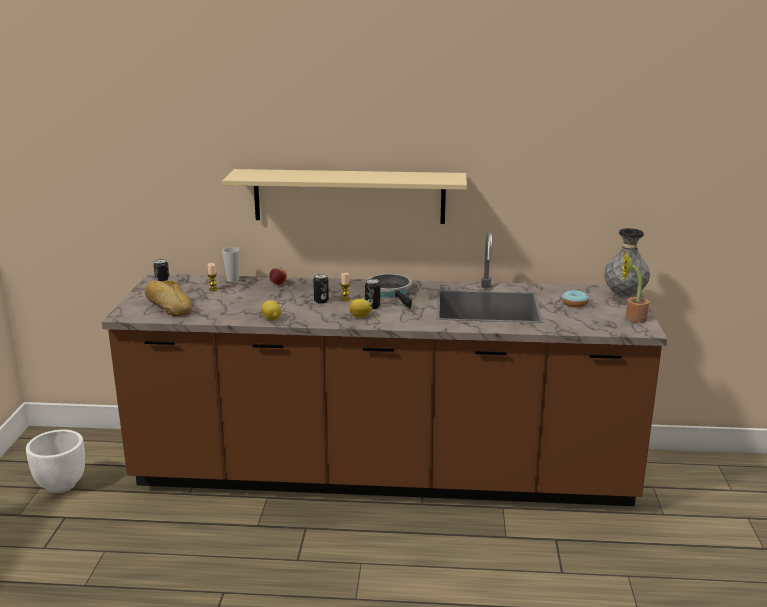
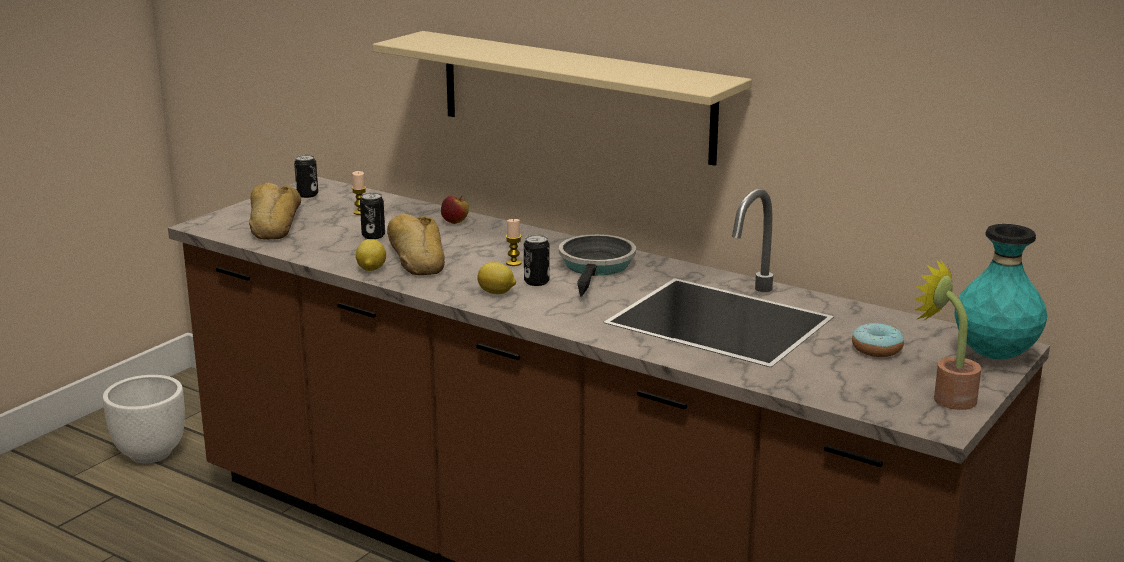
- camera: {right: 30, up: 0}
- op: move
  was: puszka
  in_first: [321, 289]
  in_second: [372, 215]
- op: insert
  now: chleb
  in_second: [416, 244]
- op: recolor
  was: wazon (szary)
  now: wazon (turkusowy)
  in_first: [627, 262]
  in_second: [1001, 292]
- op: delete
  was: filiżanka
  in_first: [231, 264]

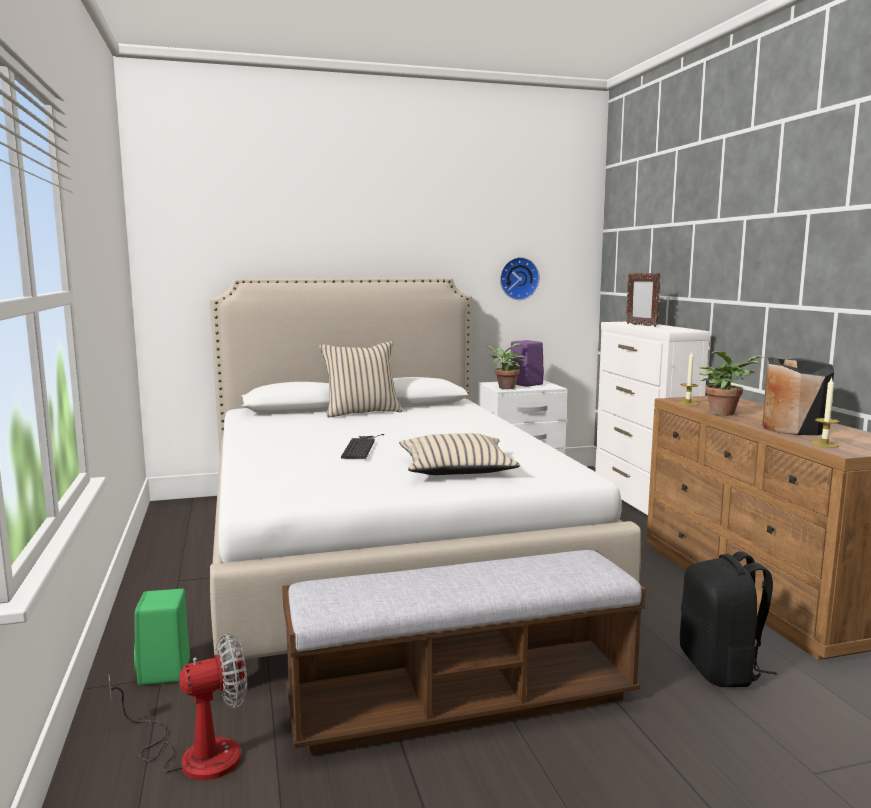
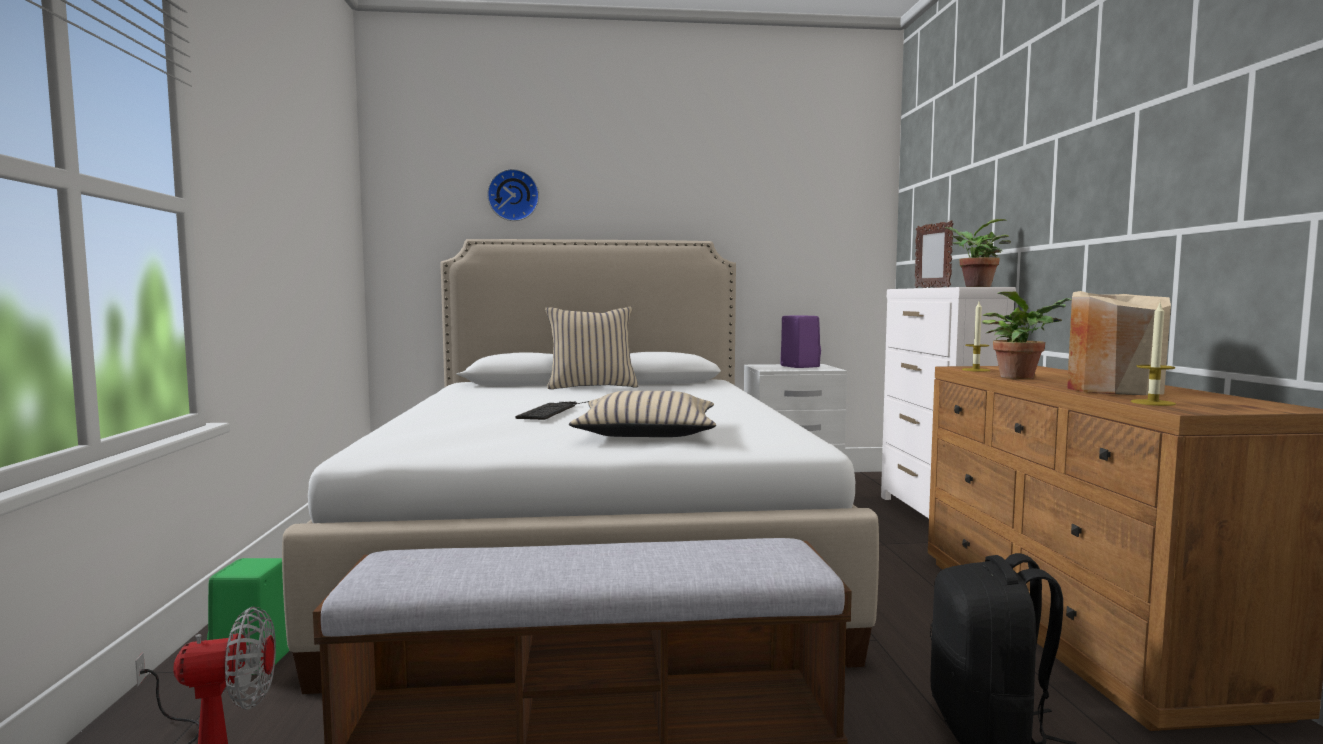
- camera: {right: 10, up: -5}
- op: move
  was: zegar ścienny
  in_first: [520, 278]
  in_second: [513, 195]
- op: move
  was: roślina doniczkowa
  in_first: [506, 366]
  in_second: [978, 253]
- op: recolor
  was: wazon (czarny)
  now: wazon (beżowy)
  in_first: [798, 396]
  in_second: [1119, 343]

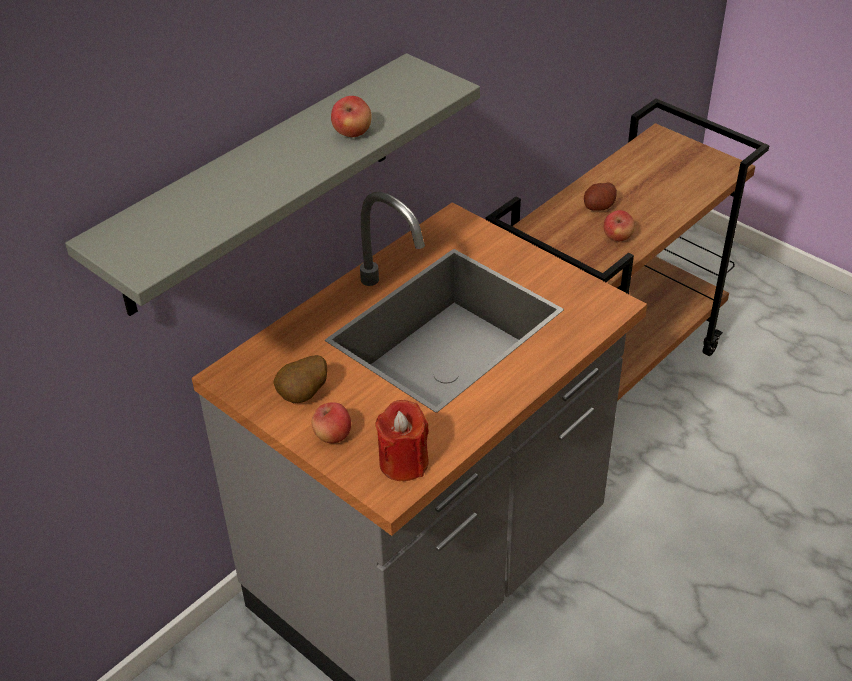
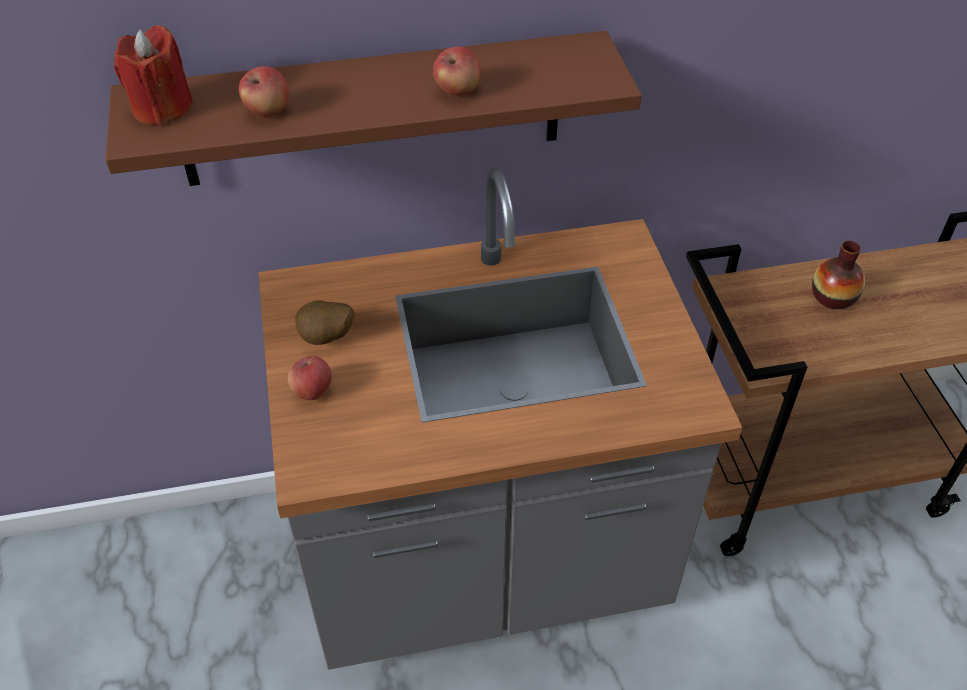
- camera: {right: 35, up: 5}
- op: recolor
  was: półka (szary)
  now: półka (brązowy)
  in_first: [272, 184]
  in_second: [373, 108]
- op: move
  was: świeca (czerwony)
  in_first: [402, 440]
  in_second: [153, 75]
- op: move
  was: jabłko
  in_first: [619, 225]
  in_second: [264, 91]
- op: replace
  was: ziemniak
  now: wazon
  in_first: [600, 197]
  in_second: [838, 275]

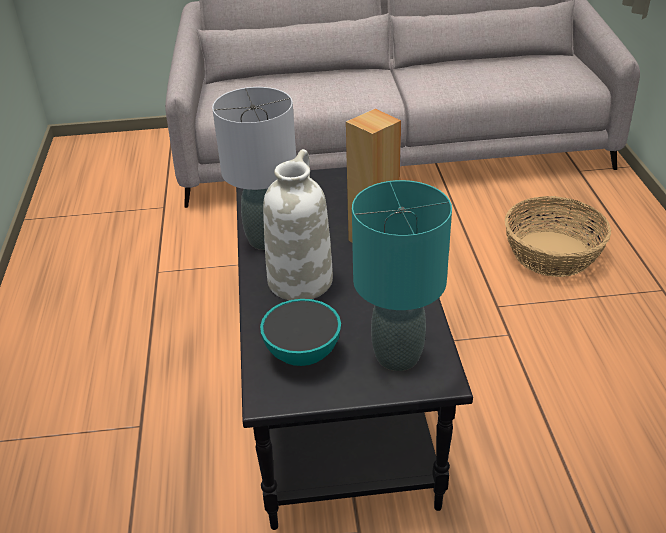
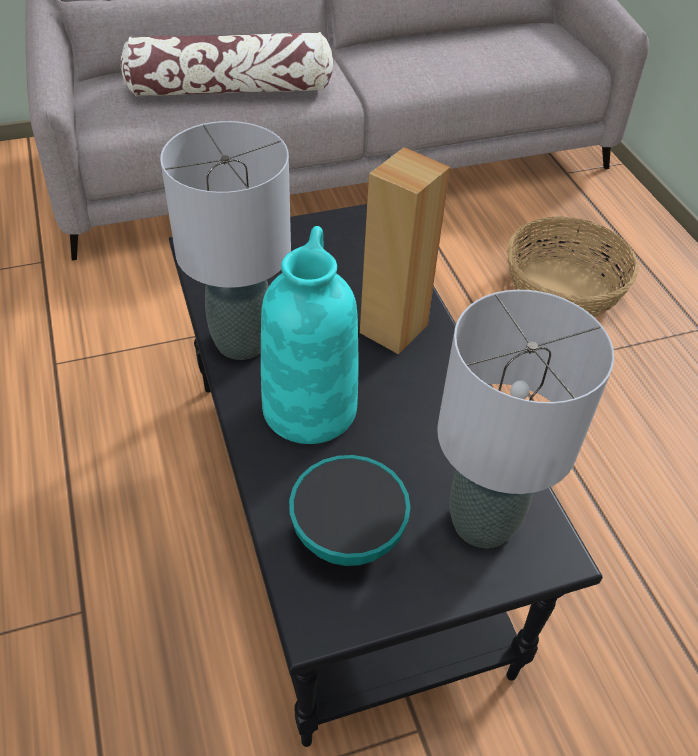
- camera: {right: -15, up: 10}
- op: insert
  now: poduszka
  in_second: [227, 64]
- op: recolor
  was: wazon (biały)
  now: wazon (turkusowy)
  in_first: [298, 224]
  in_second: [309, 335]
- op: recolor
  was: lampa stołowa (turkusowy)
  now: lampa stołowa (szary)
  in_first: [402, 275]
  in_second: [525, 419]

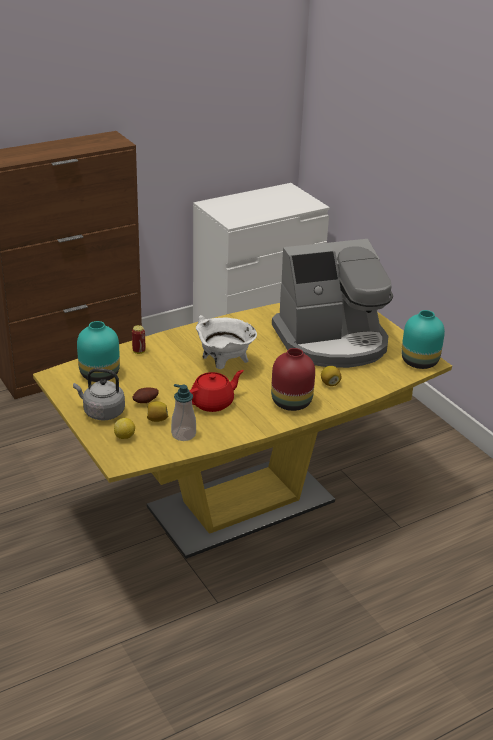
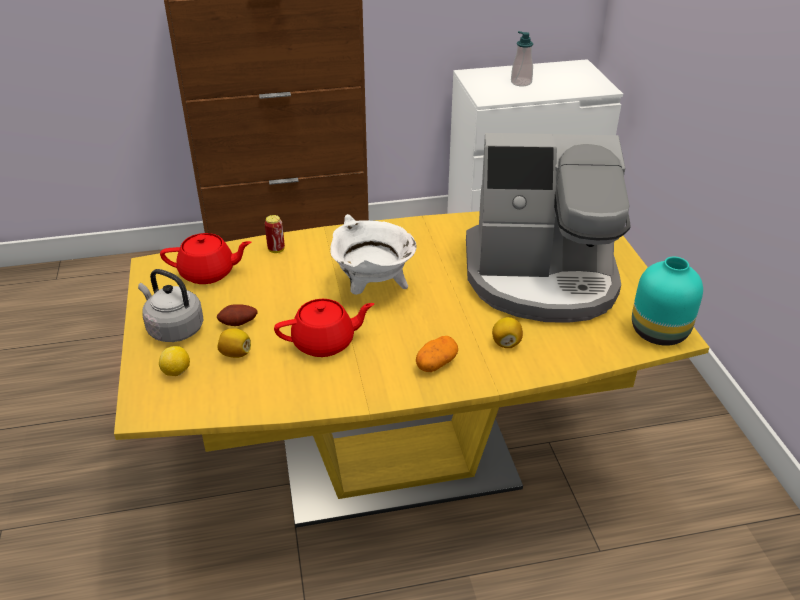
- camera: {right: 20, up: 5}
- op: replace
  was: wazon (turkusowy)
  now: imbryk (czerwony)
  in_first: [98, 351]
  in_second: [205, 258]
- op: replace
  was: wazon (czerwony)
  now: ziemniak
  in_first: [293, 379]
  in_second: [437, 354]
- op: move
  was: dozownik mydła
  in_first: [183, 412]
  in_second: [522, 58]

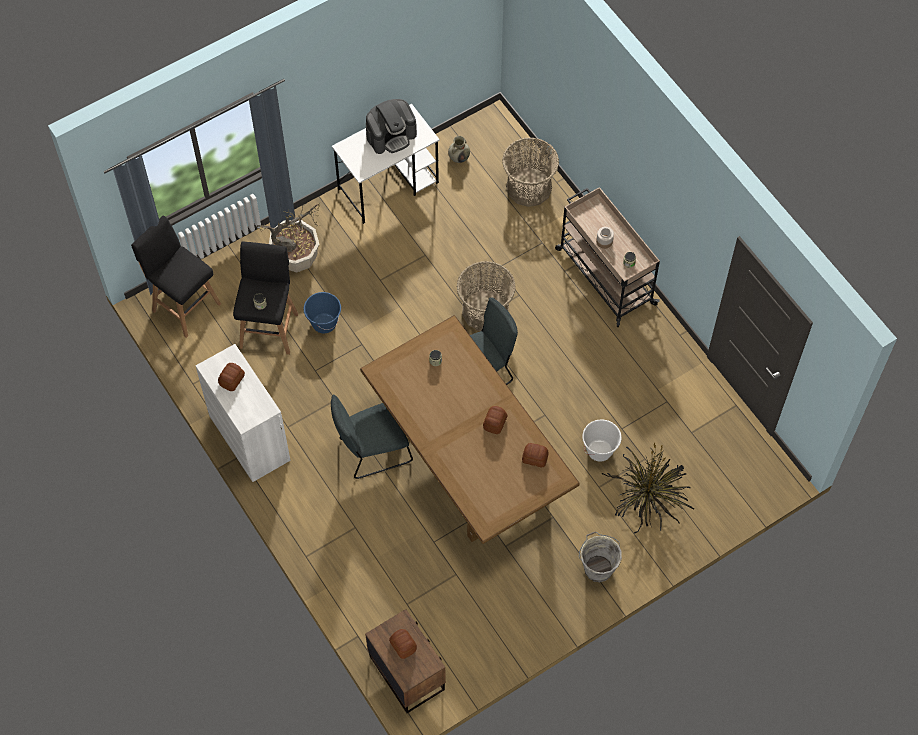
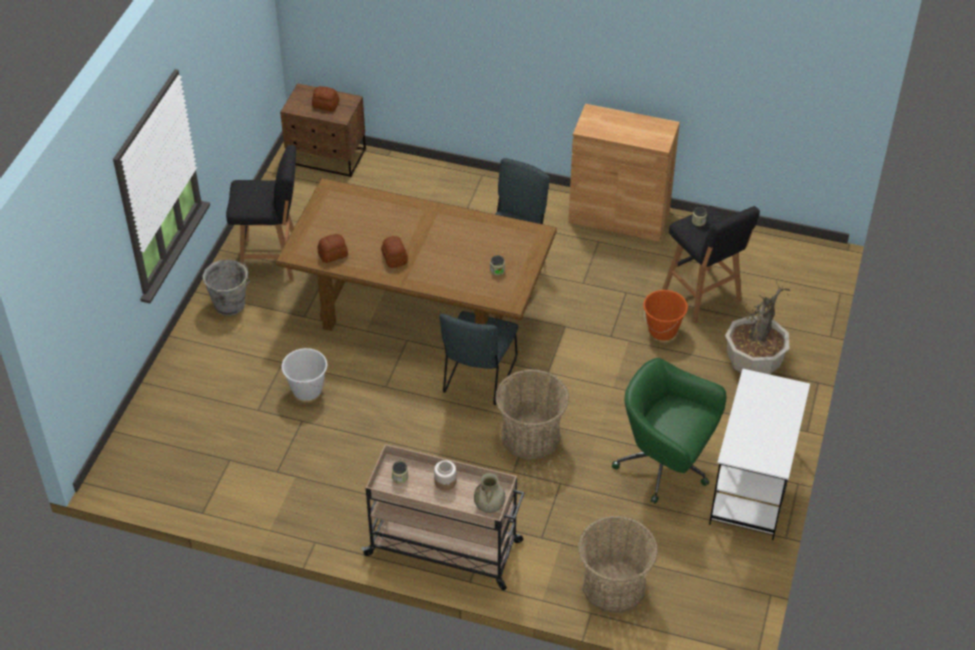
- camera: {right: 140, up: -15}
- op: move
  was: stołek (czarny)
  in_first: [176, 276]
  in_second: [261, 213]
- op: move
  was: wazon (beżowy)
  in_first: [459, 149]
  in_second: [489, 493]
- op: recolor
  was: szafka (biały)
  now: szafka (brązowy)
  in_first: [243, 413]
  in_second: [624, 173]
- op: insert
  now: krzesło biurowe (zielony)
  in_second: [669, 431]
- op: recolor
  was: wiadro (niebieski)
  now: wiadro (pomarańczowy)
  in_first: [322, 313]
  in_second: [665, 315]
- op: delete
  was: chleb
  in_first: [231, 377]
- op: delete
  was: ekspres do kawy
  in_first: [391, 126]
- op: delete
  was: roślina doniczkowa
  in_first: [647, 488]

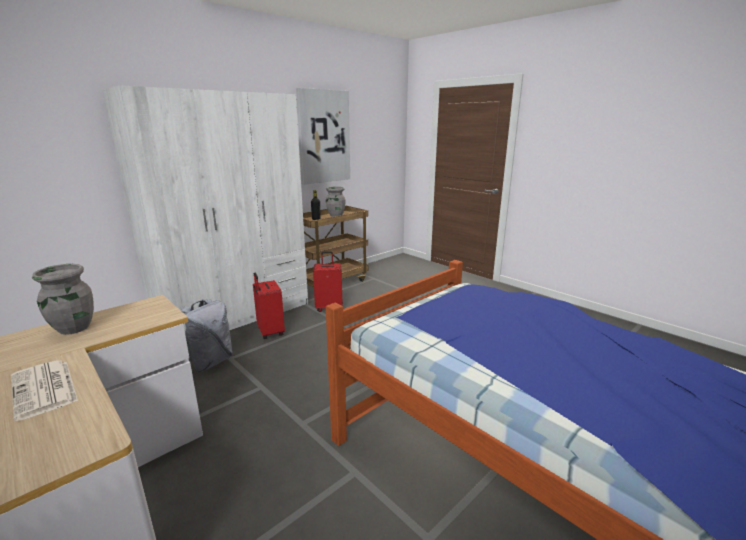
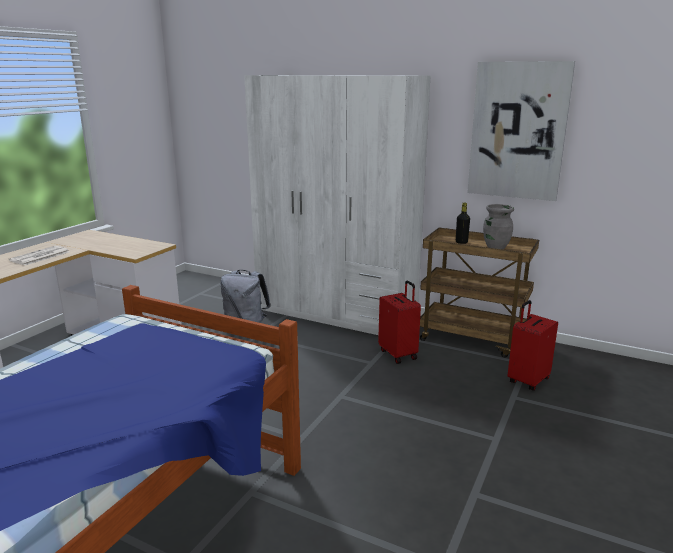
- camera: {right: 70, up: 0}
- op: move
  was: walizka (czerwony)
  in_first: [269, 306]
  in_second: [533, 345]
- op: delete
  was: wazon (szary)
  in_first: [63, 299]

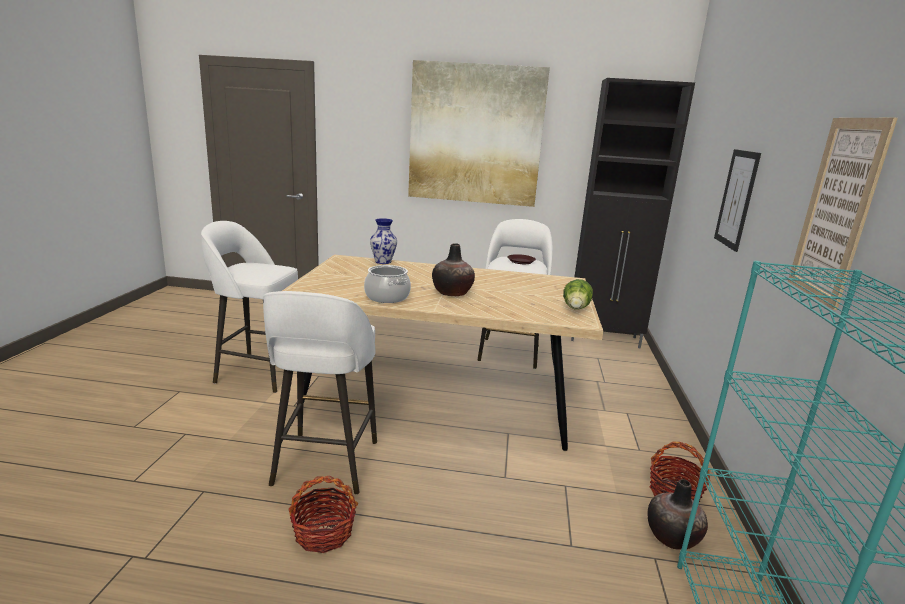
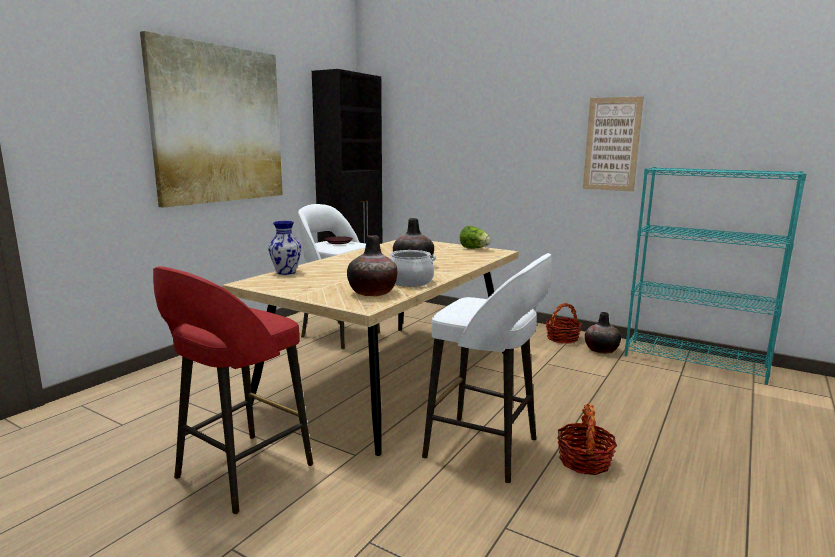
- camera: {right: -65, up: -5}
- op: recolor
  was: stołek (biały)
  now: stołek (czerwony)
  in_first: [249, 307]
  in_second: [233, 390]
- op: insert
  now: wazon
  in_second: [372, 265]
- op: delete
  was: obraz
  in_first: [737, 200]

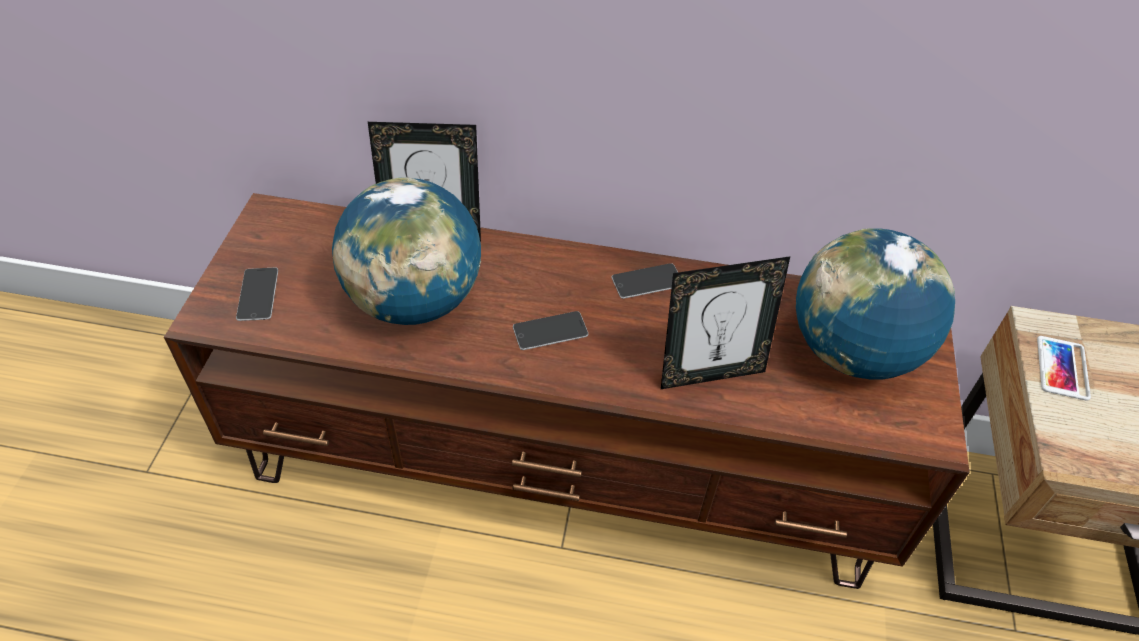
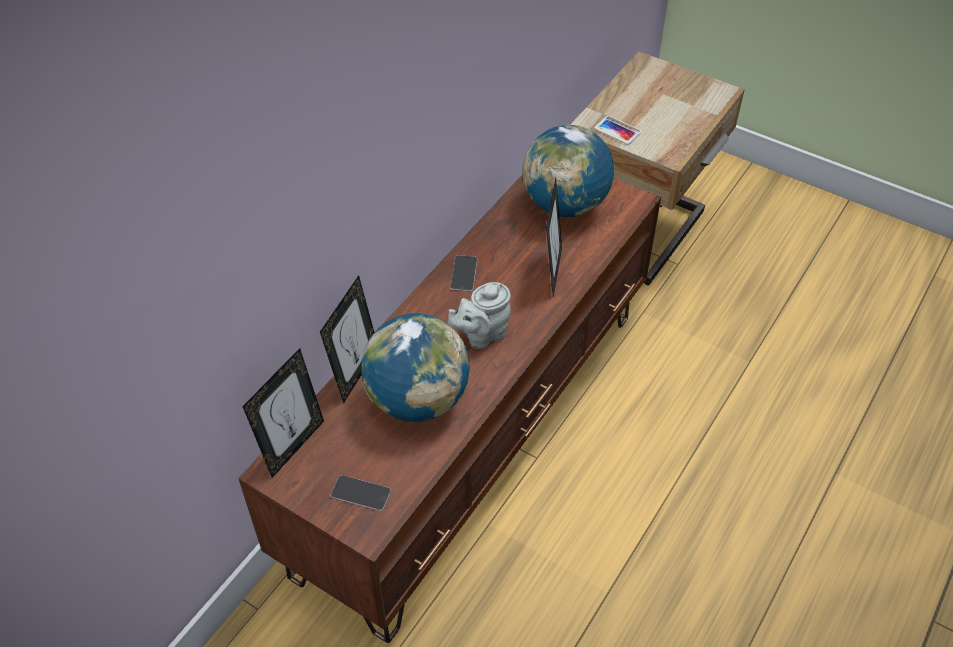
- camera: {right: -65, up: 0}
- op: insert
  now: ramka na zdjęcie
  in_second: [283, 413]
- op: replace
  was: telefon
  now: imbryk (szary)
  in_first: [550, 330]
  in_second: [479, 315]

